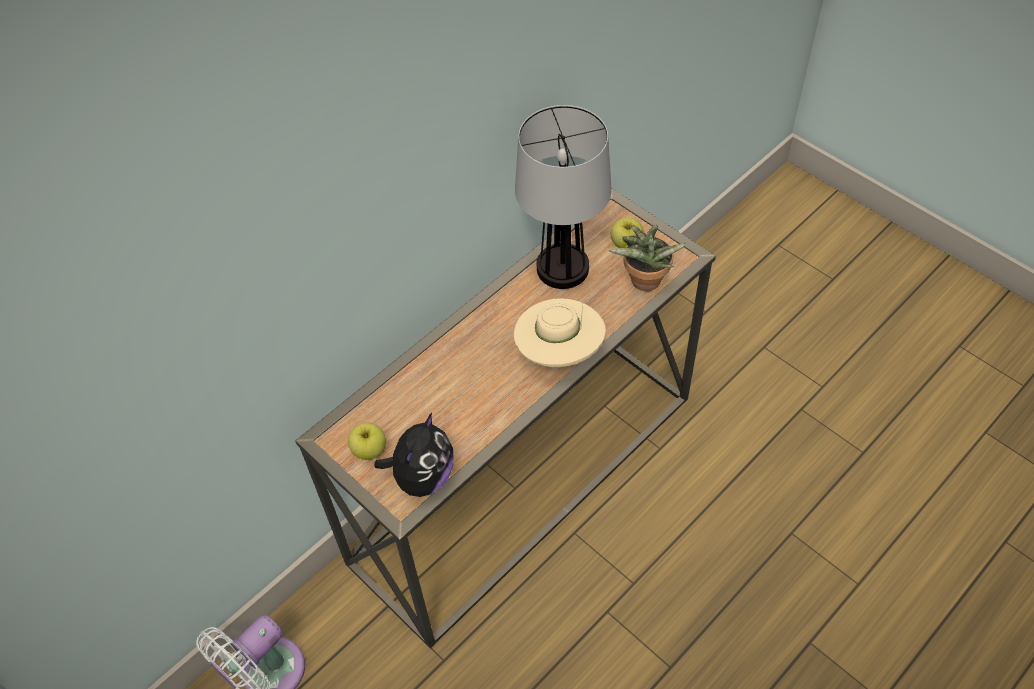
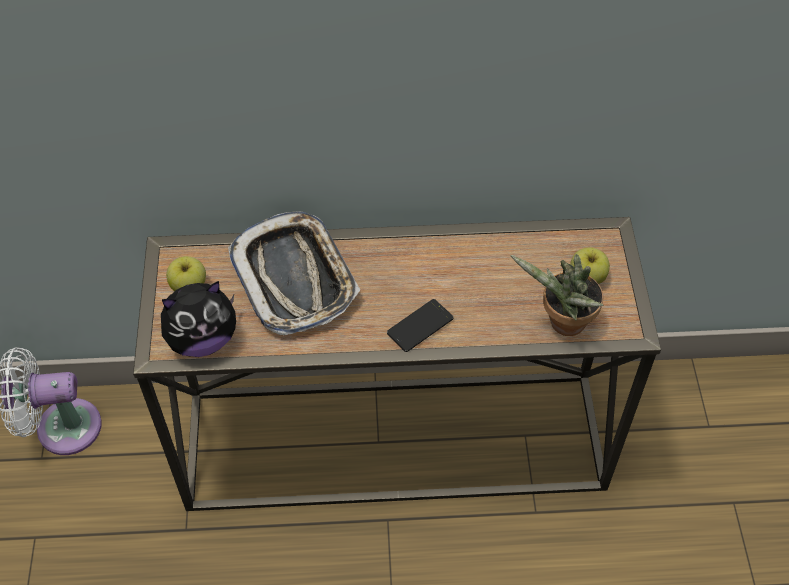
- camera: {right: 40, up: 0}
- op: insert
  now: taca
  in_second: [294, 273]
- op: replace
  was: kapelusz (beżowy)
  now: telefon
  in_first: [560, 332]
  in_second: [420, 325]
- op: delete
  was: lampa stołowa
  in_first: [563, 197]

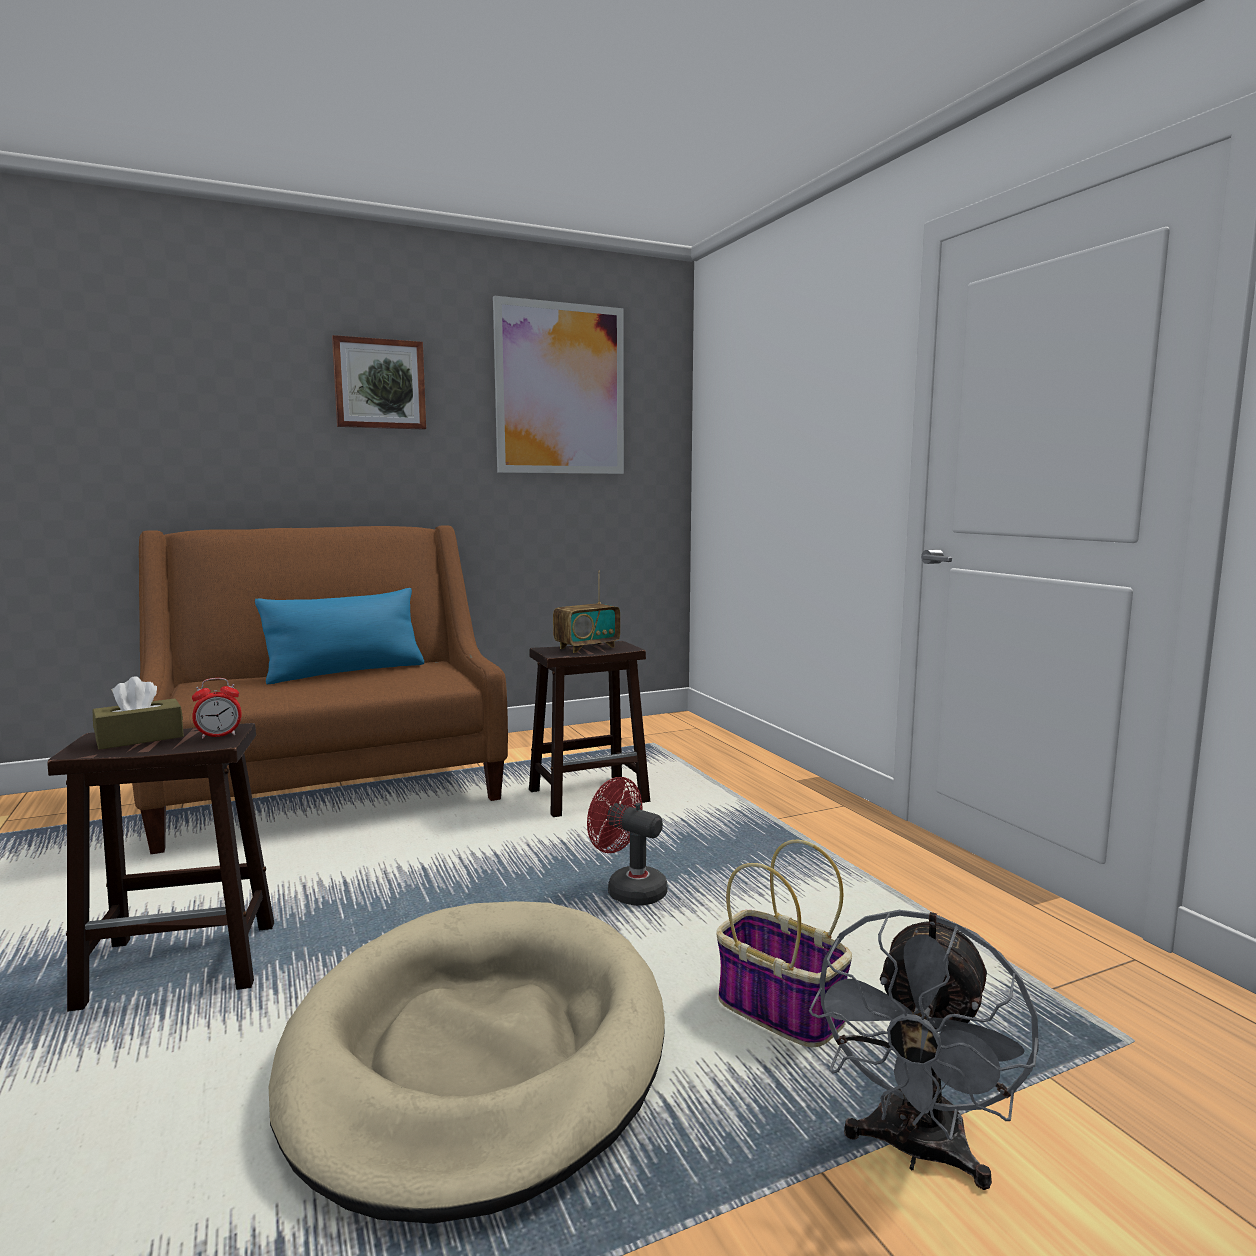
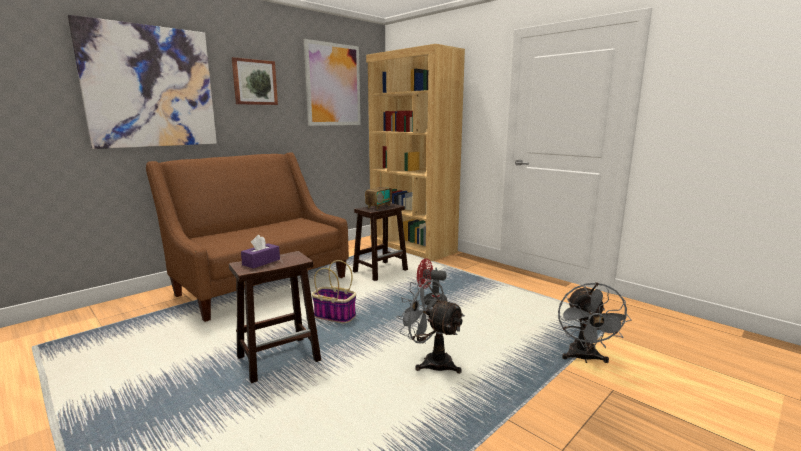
- camera: {right: -20, up: 5}
- op: insert
  now: obraz
  in_second: [142, 82]
- op: recolor
  was: pudełko chusteczek (brązowy)
  now: pudełko chusteczek (fioletowy)
  in_first: [138, 713]
  in_second: [260, 252]
- op: move
  was: koszyk
  in_first: [784, 943]
  in_second: [334, 291]
- op: insert
  now: regał (brązowy)
  in_second: [415, 152]
- op: replace
  was: legowisko (beżowy)
  now: wentylator (szary)
  in_first: [467, 1062]
  in_second: [431, 325]
- op: delete
  was: budzik
  in_first: [217, 708]
- op: delete
  was: poduszka (niebieski)
  in_first: [339, 636]

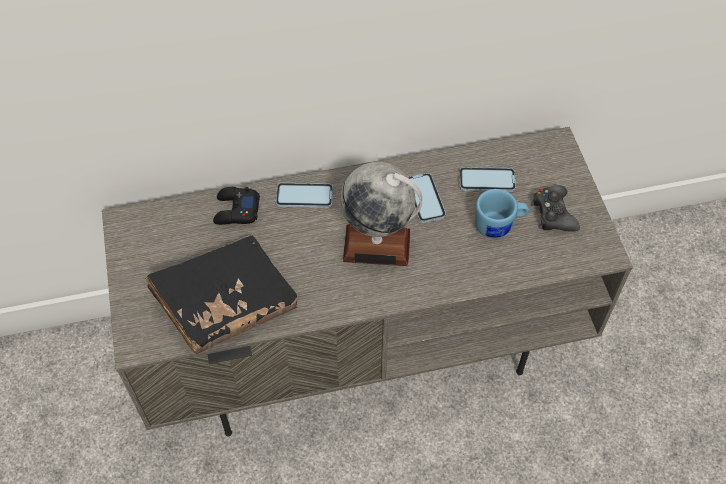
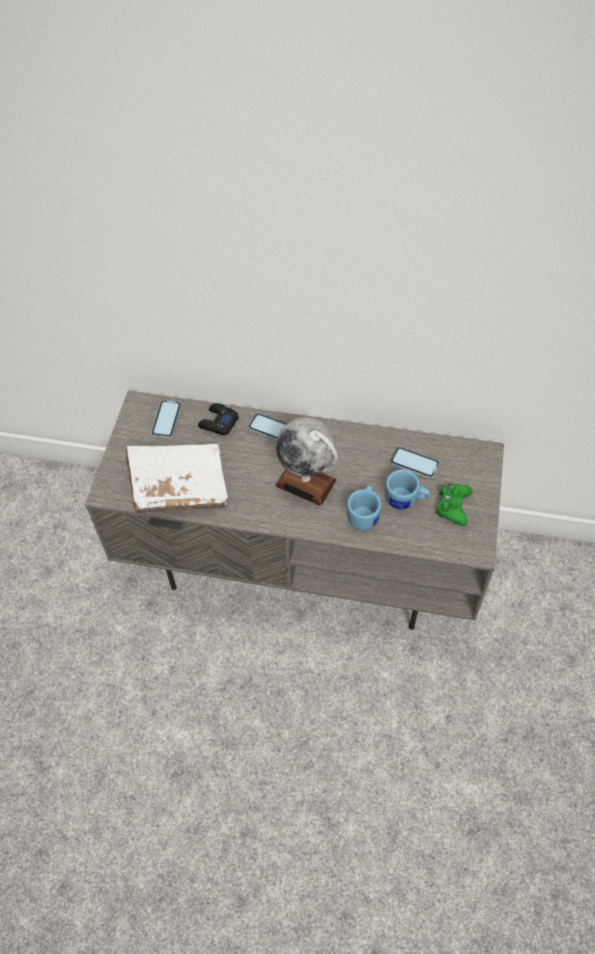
- camera: {right: 25, up: 0}
- op: recolor
  was: książka (czarny)
  now: książka (biały)
  in_first: [221, 294]
  in_second: [176, 478]
- op: move
  was: telefon
  in_first: [427, 198]
  in_second: [166, 419]
- op: insert
  now: kubek (niebieski)
  in_second: [364, 508]
- op: recolor
  was: pad do gier (czarny)
  now: pad do gier (zielony)
  in_first: [555, 208]
  in_second: [453, 504]

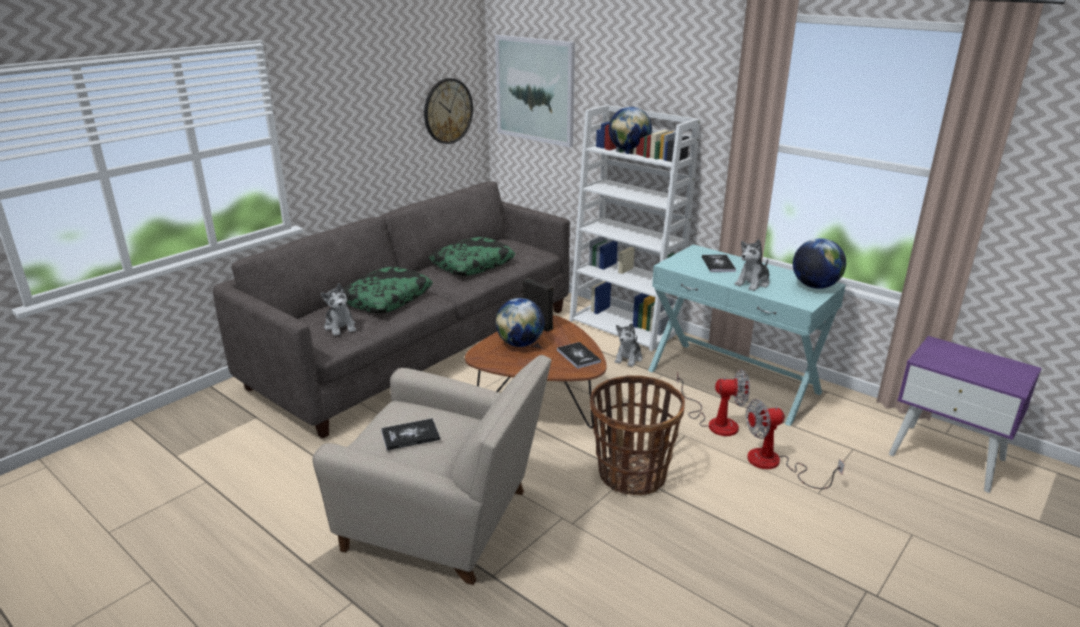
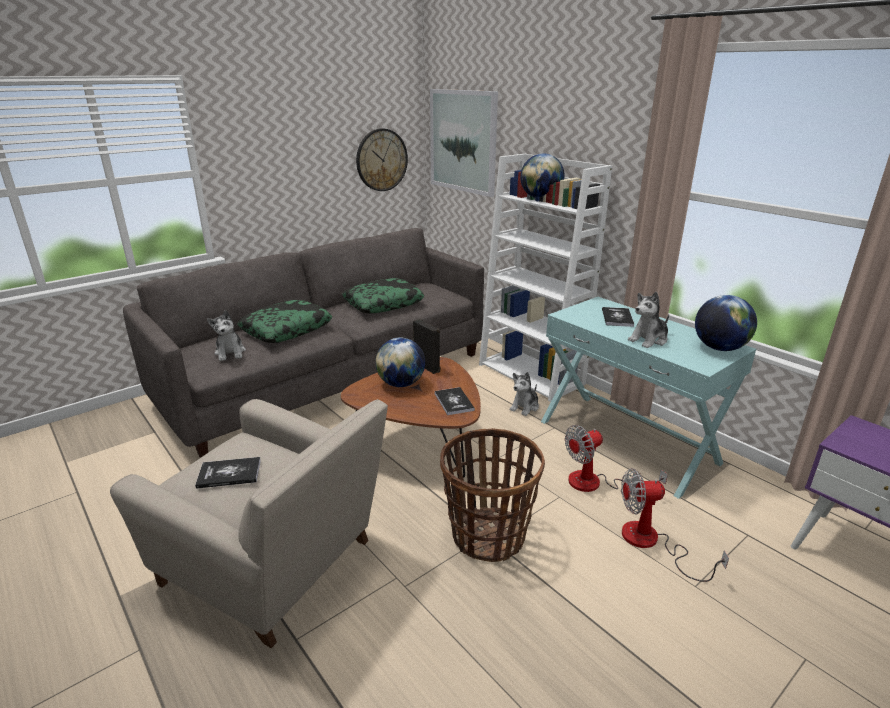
- camera: {right: 10, up: 0}
- op: rotate
  was: wentylator
  in_first: [713, 402]
  in_second: [616, 463]
  clockwise: 135

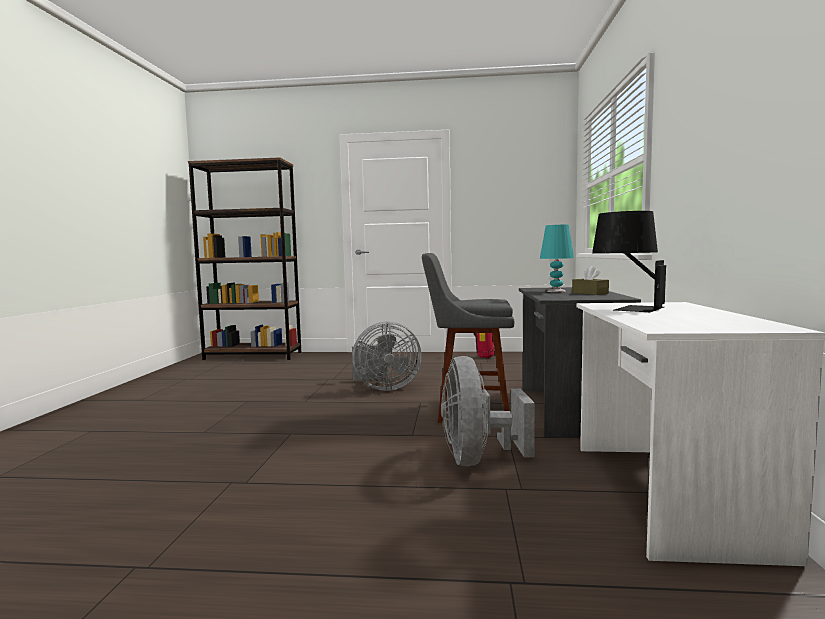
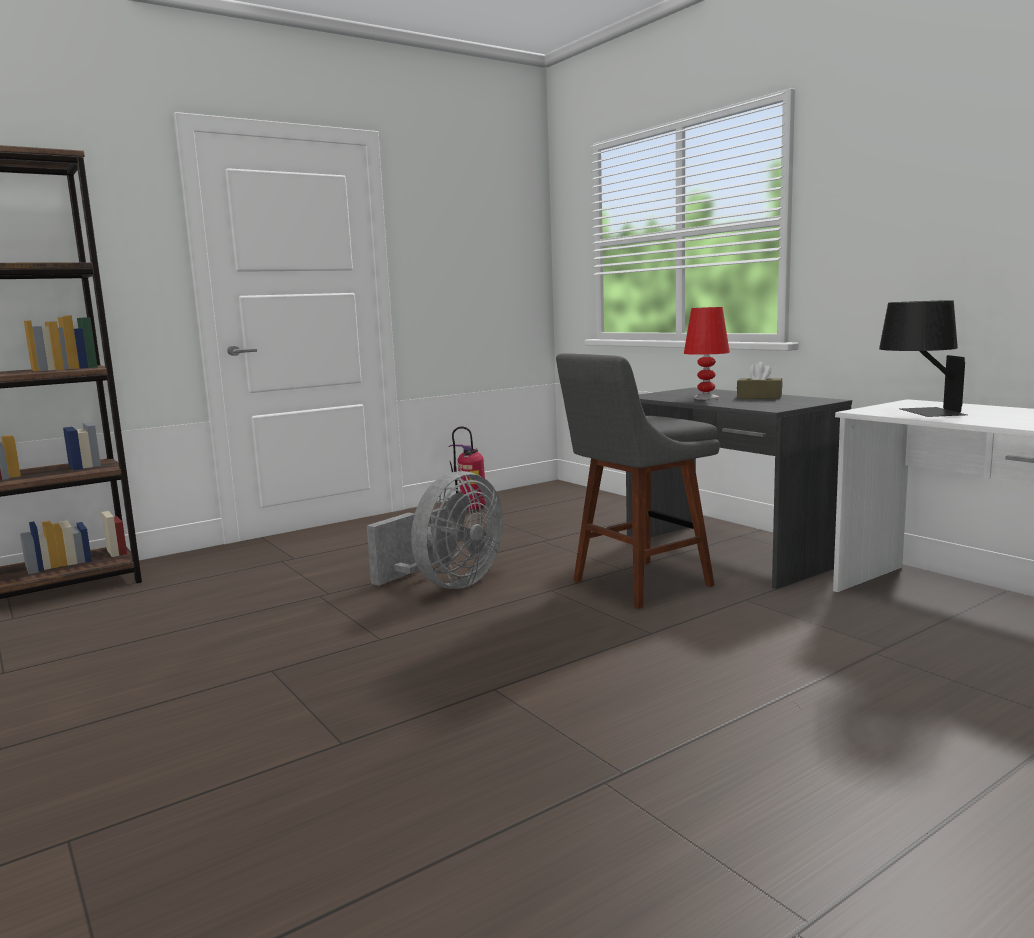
- camera: {right: -40, up: 5}
- op: recolor
  was: lampa stołowa (turkusowy)
  now: lampa stołowa (czerwony)
  in_first: [557, 258]
  in_second: [707, 353]
- op: delete
  was: wentylator (szary)
  in_first: [488, 411]

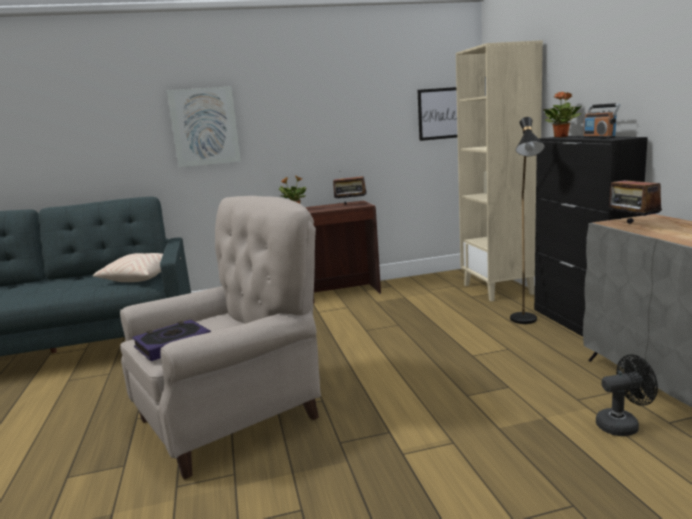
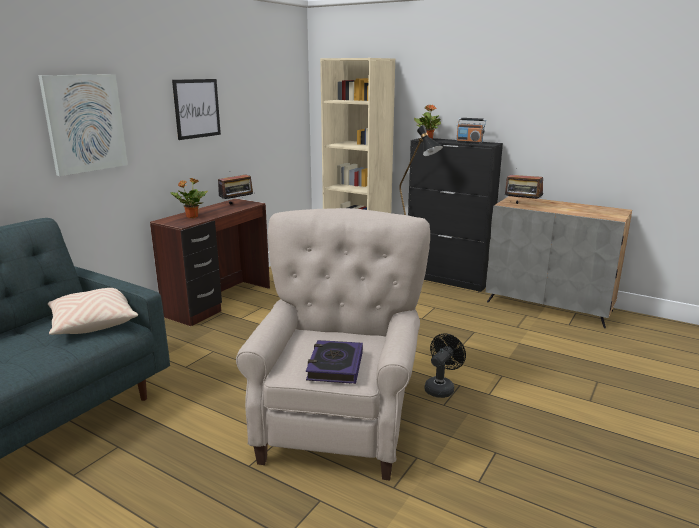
- camera: {right: -45, up: 5}
- op: move
  was: obraz
  in_first: [437, 114]
  in_second: [196, 109]
- op: move
  was: wentylator (czarny)
  in_first: [627, 395]
  in_second: [445, 365]

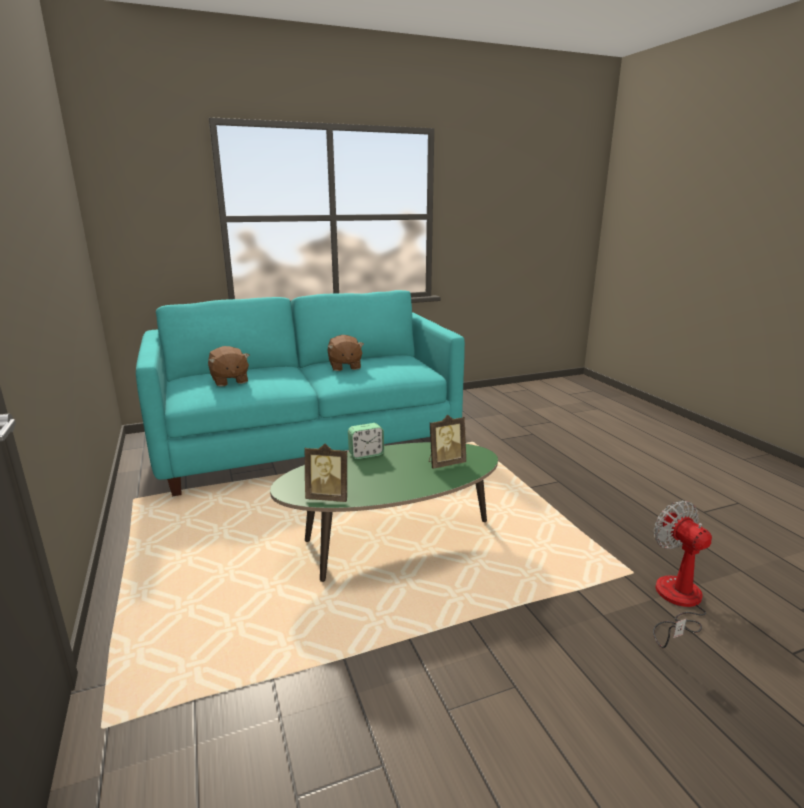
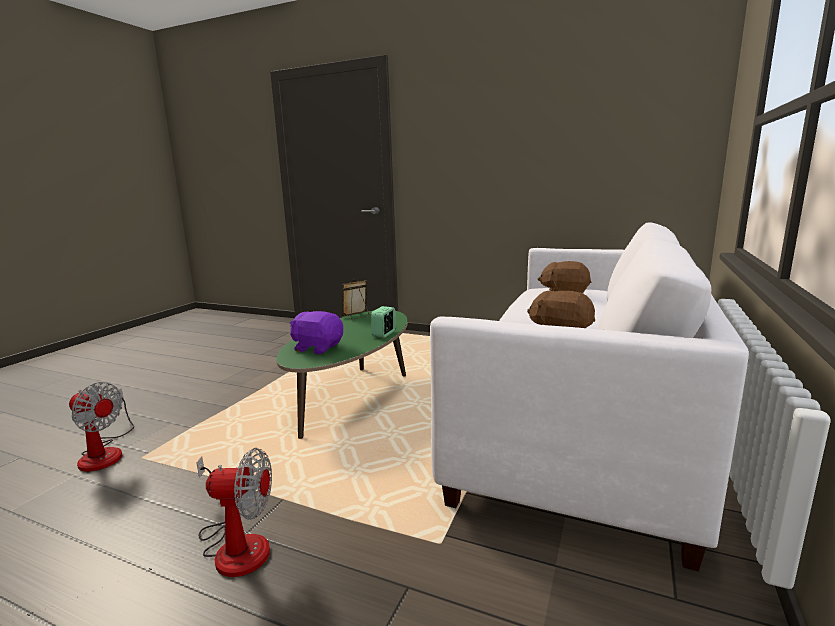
- camera: {right: 135, up: -5}
- op: insert
  now: wentylator
  in_second: [234, 512]
- op: replace
  was: ramka na zdjęcie
  now: pluszak (fioletowy)
  in_first: [447, 442]
  in_second: [316, 332]
- op: recolor
  was: kanapa (turkusowy)
  now: kanapa (biały)
  in_first: [300, 393]
  in_second: [589, 396]

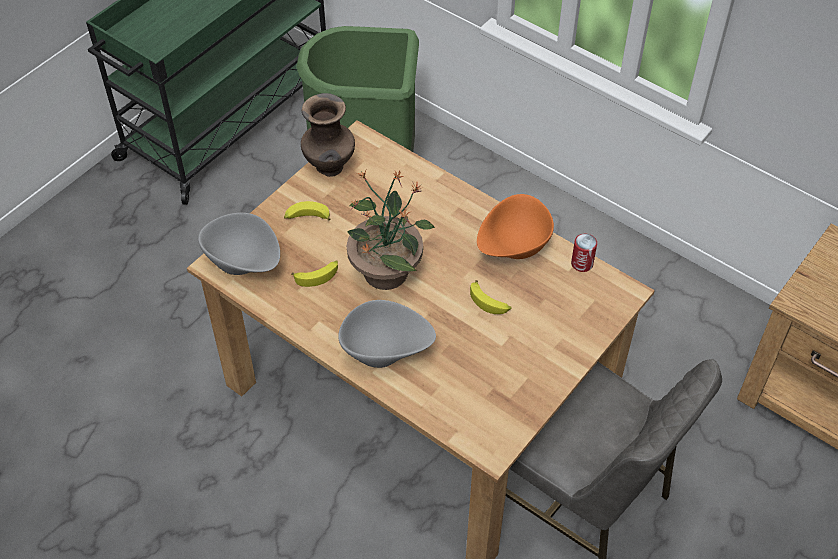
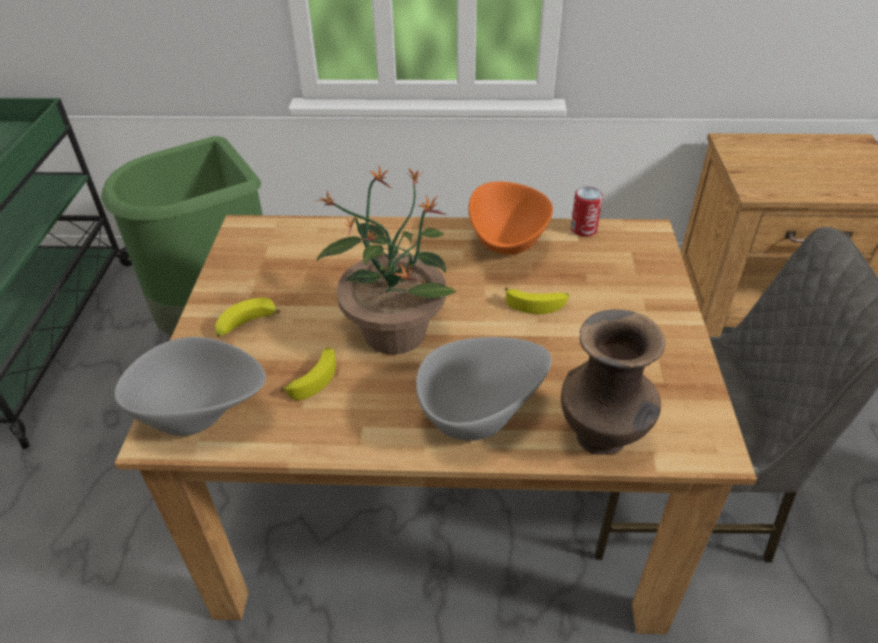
- camera: {right: -35, up: -10}
- op: move
  was: wazon (brązowy)
  in_first: [328, 135]
  in_second: [613, 382]

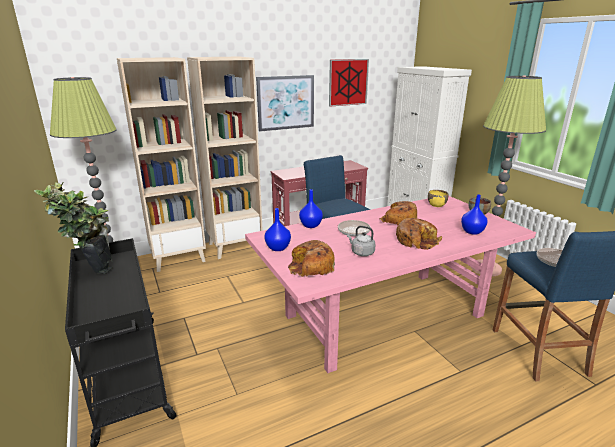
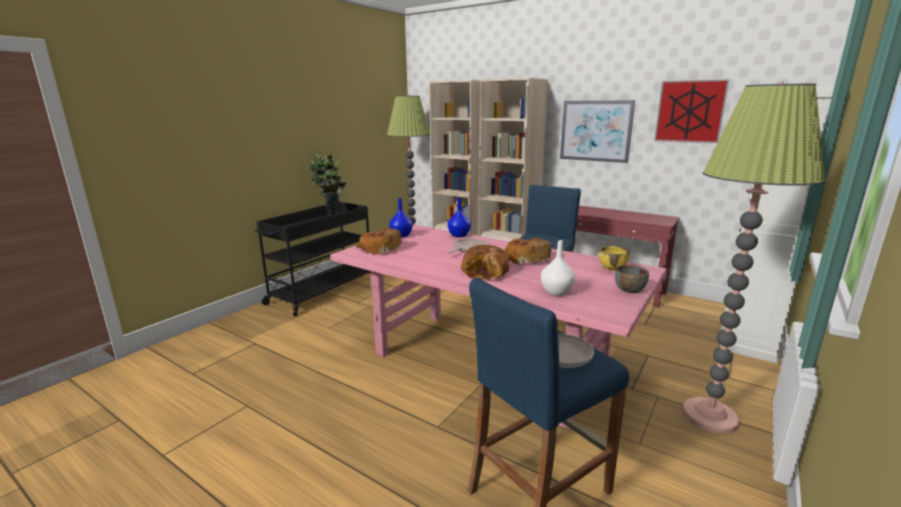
- camera: {right: 60, up: -5}
- op: recolor
  was: wazon (niebieski)
  now: wazon (biały)
  in_first: [474, 214]
  in_second: [558, 268]
- op: delete
  was: czajnik (szary)
  in_first: [361, 241]

